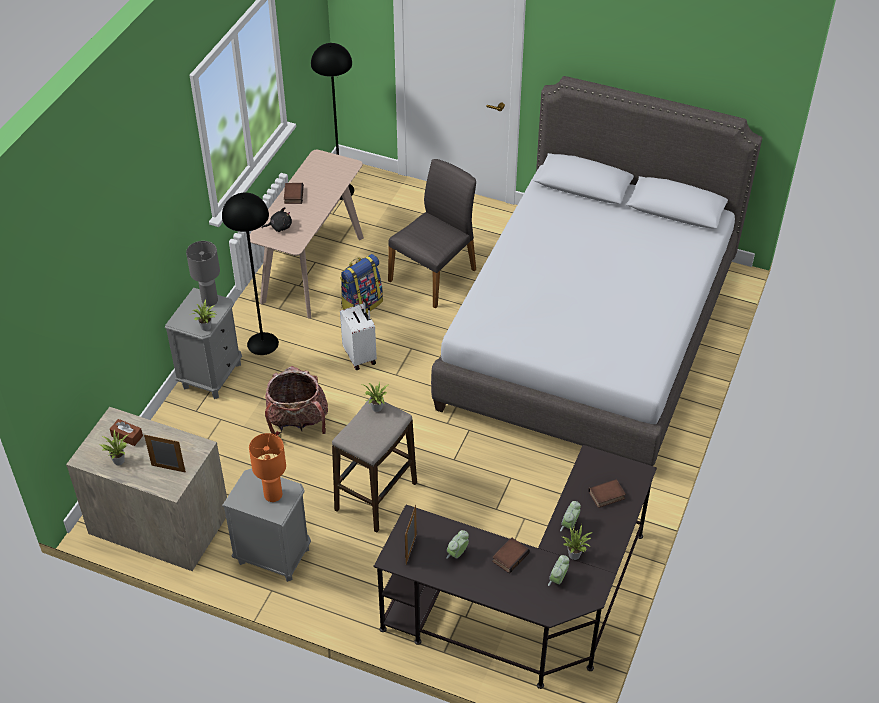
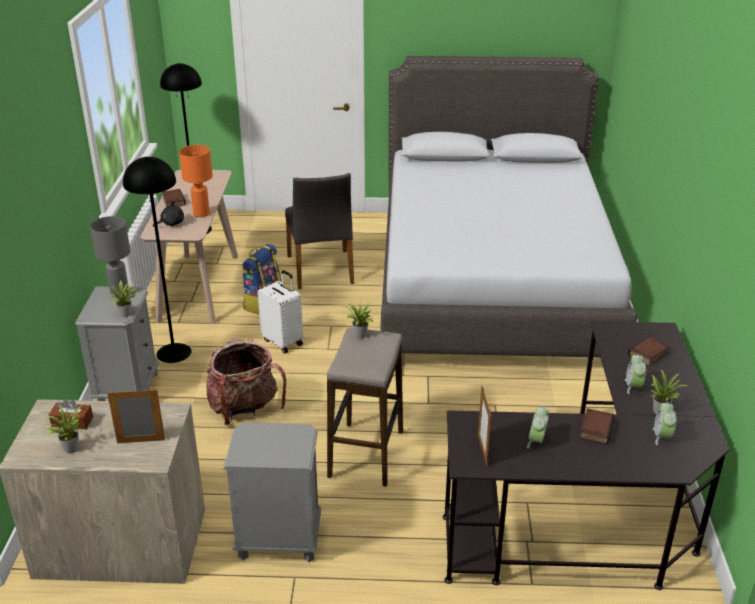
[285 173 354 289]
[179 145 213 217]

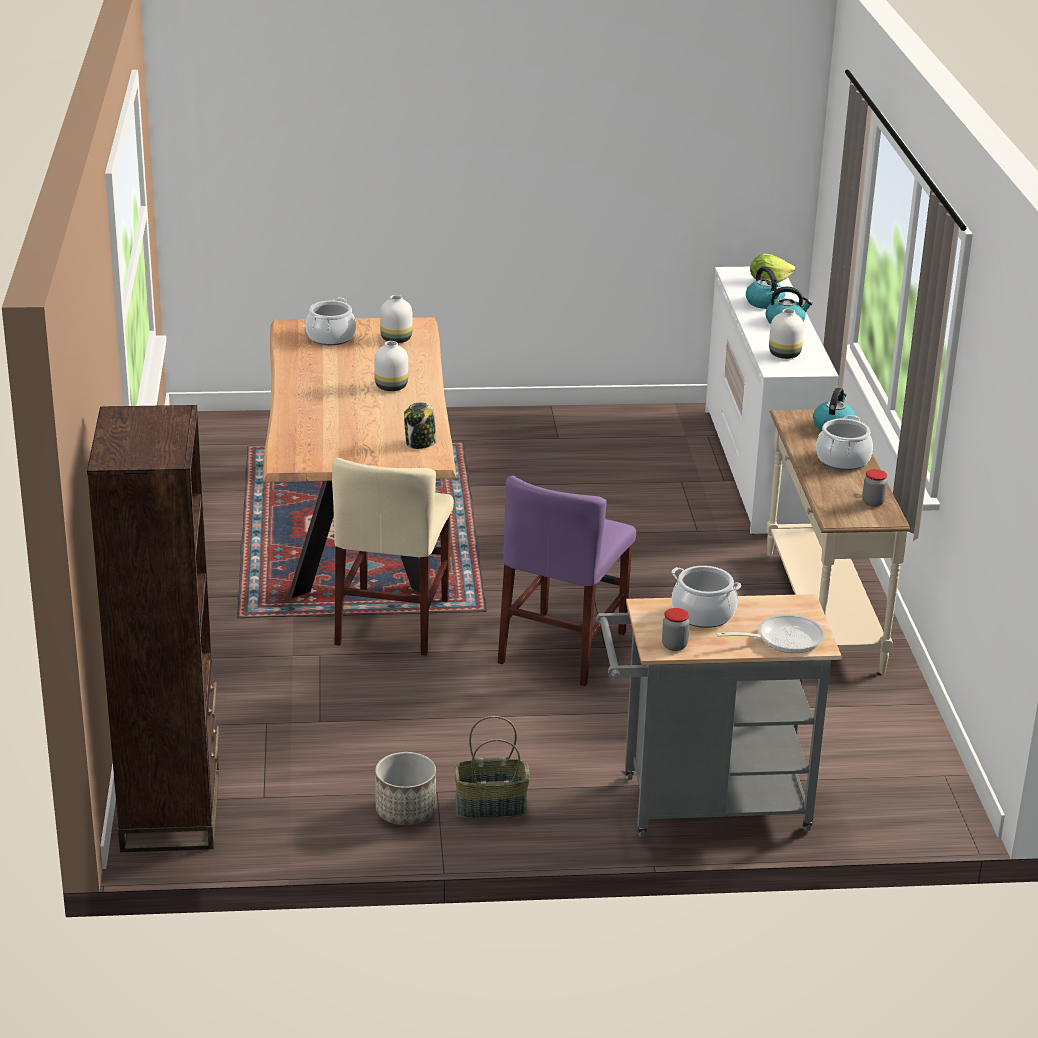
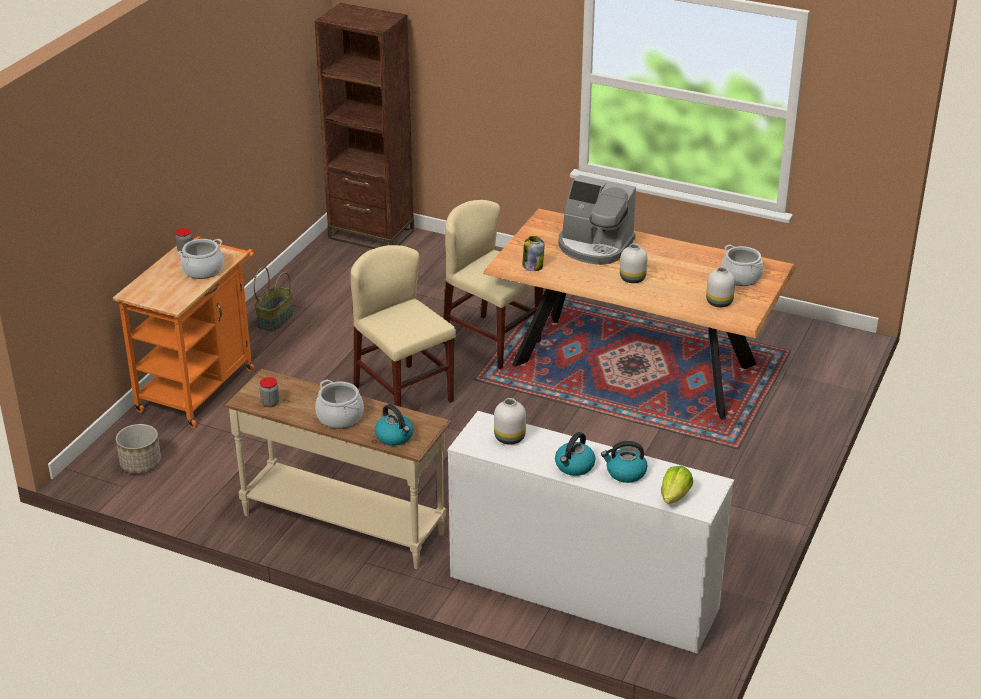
[351 245 456 407]
[113 236 254 428]
[716 614 825 653] (first image)
[116 424 161 474]
[558 175 636 265]

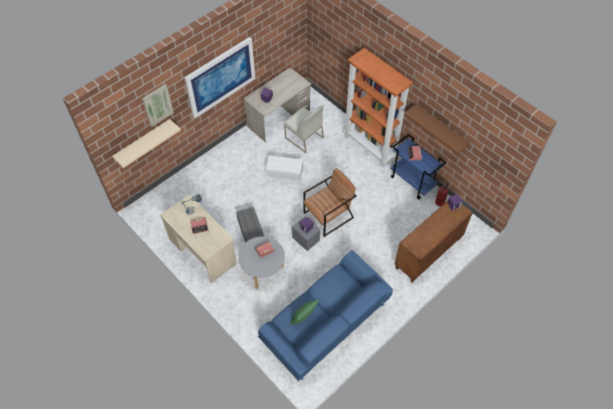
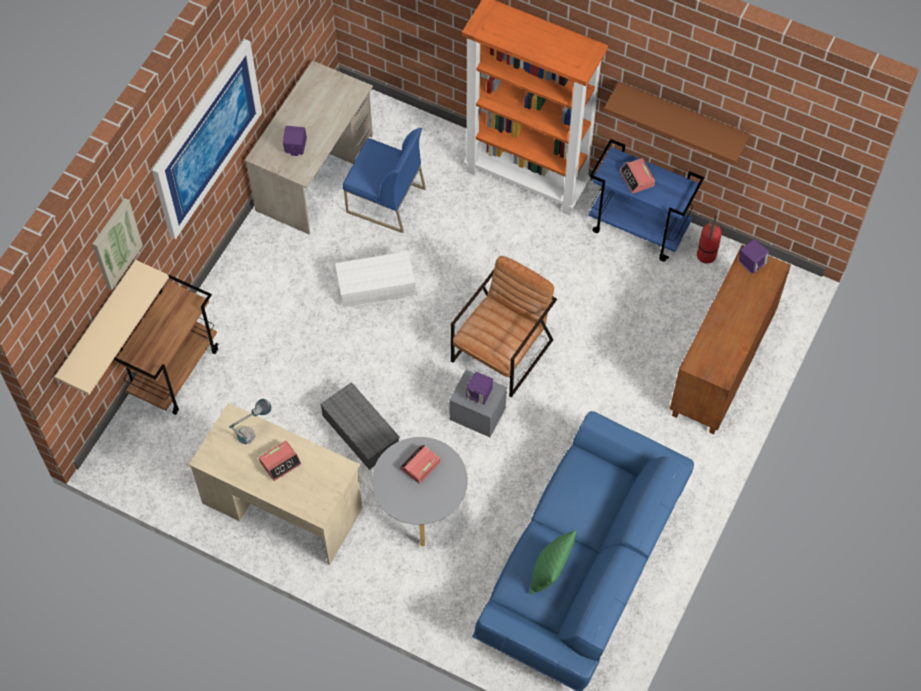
[343 128 426 233]
[113 274 218 415]

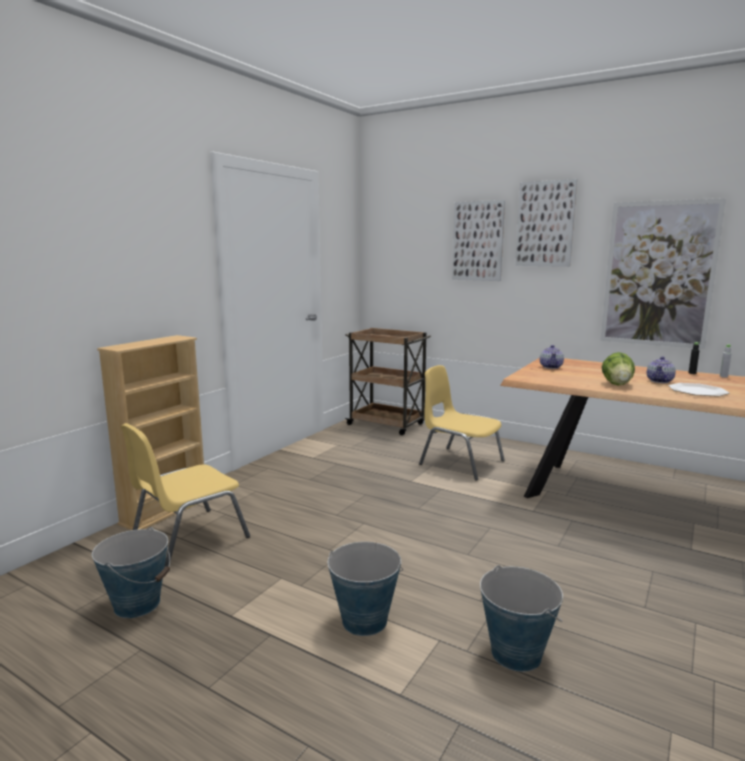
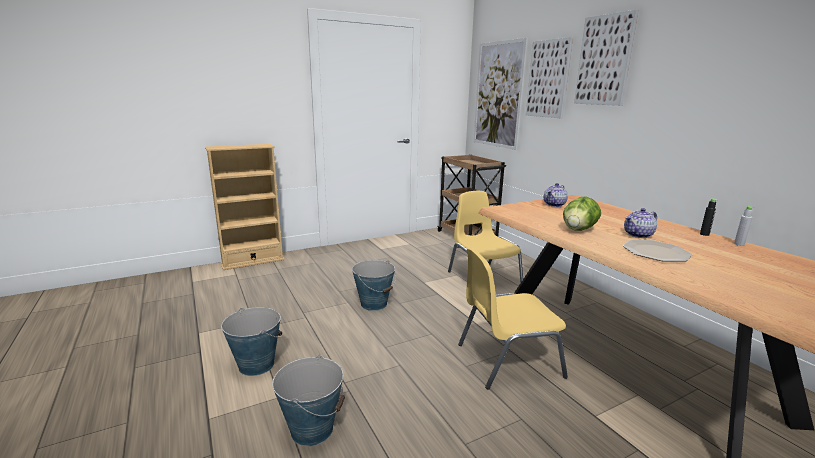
[474 38 528 150]
[458 247 568 390]
[352 260 396 311]

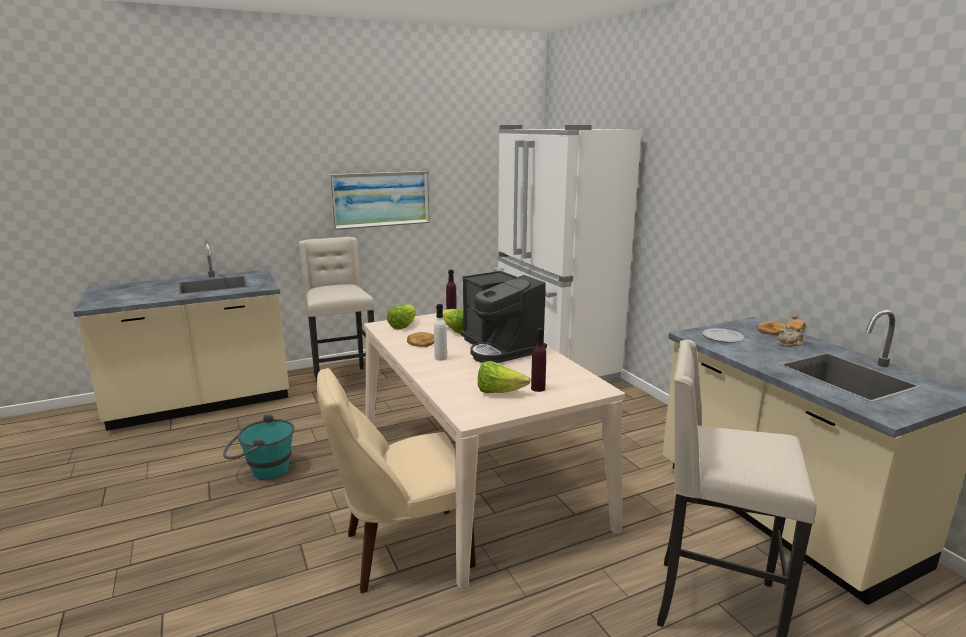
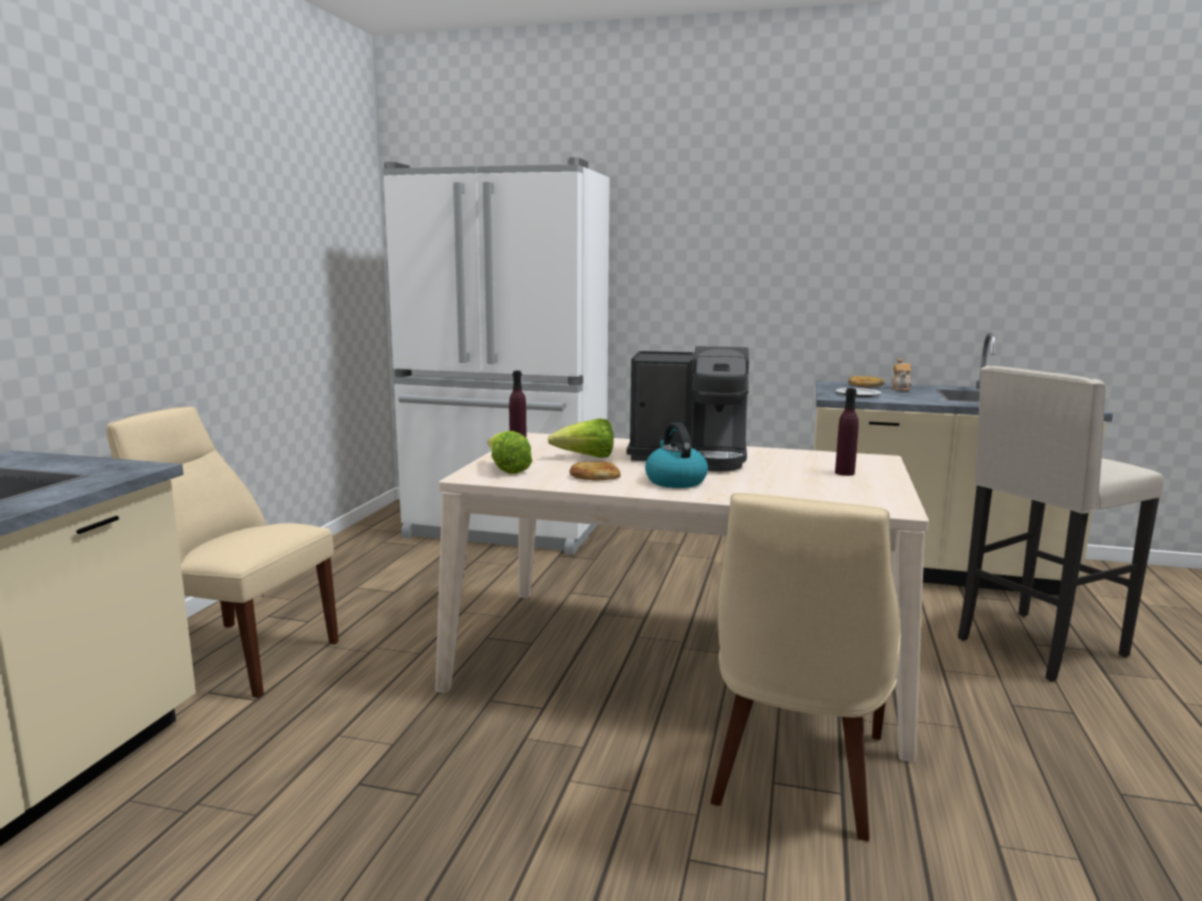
[329 171 430 230] (first image)
[106 406 339 698]
[645 423 708 488]
[478 361 531 393] (first image)
[223 414 294 480] (first image)

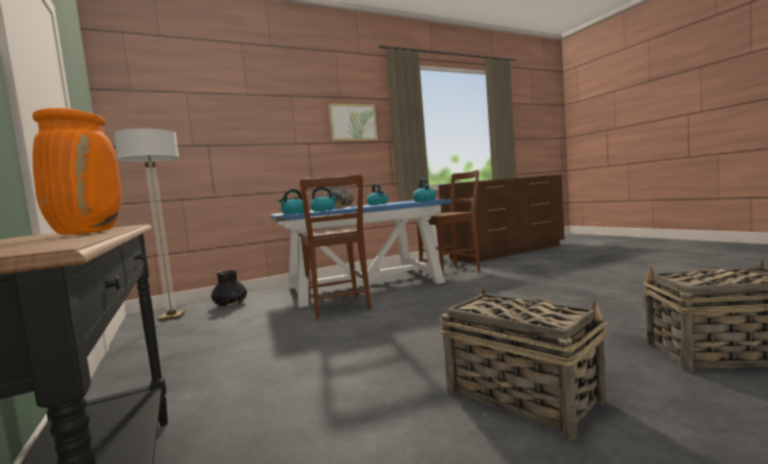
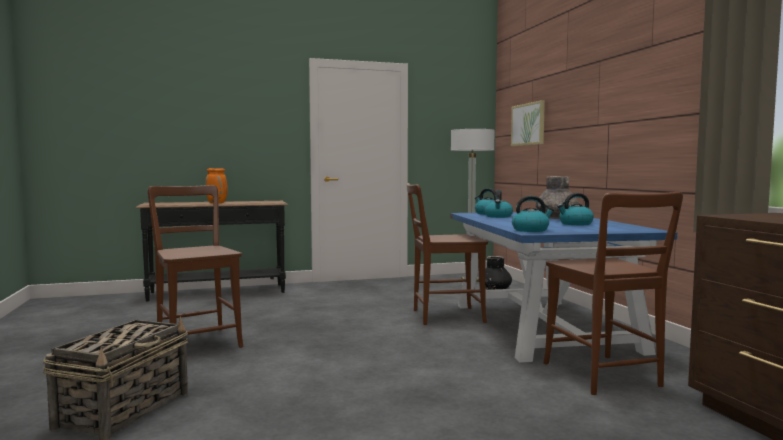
[511 100 545 146]
[148 185 244 348]

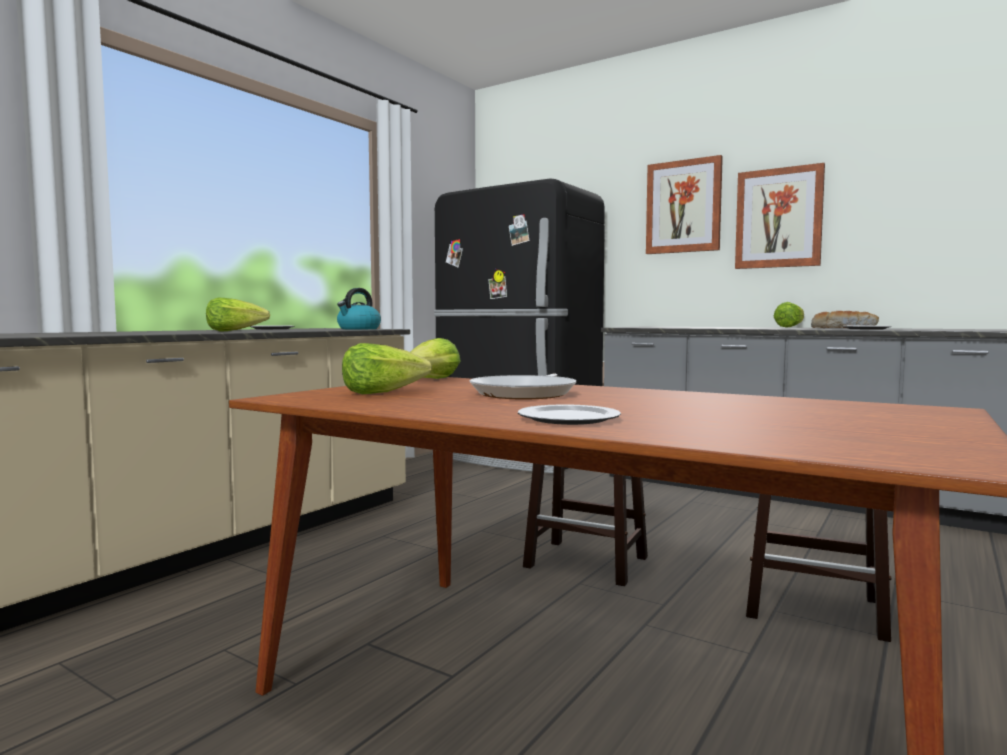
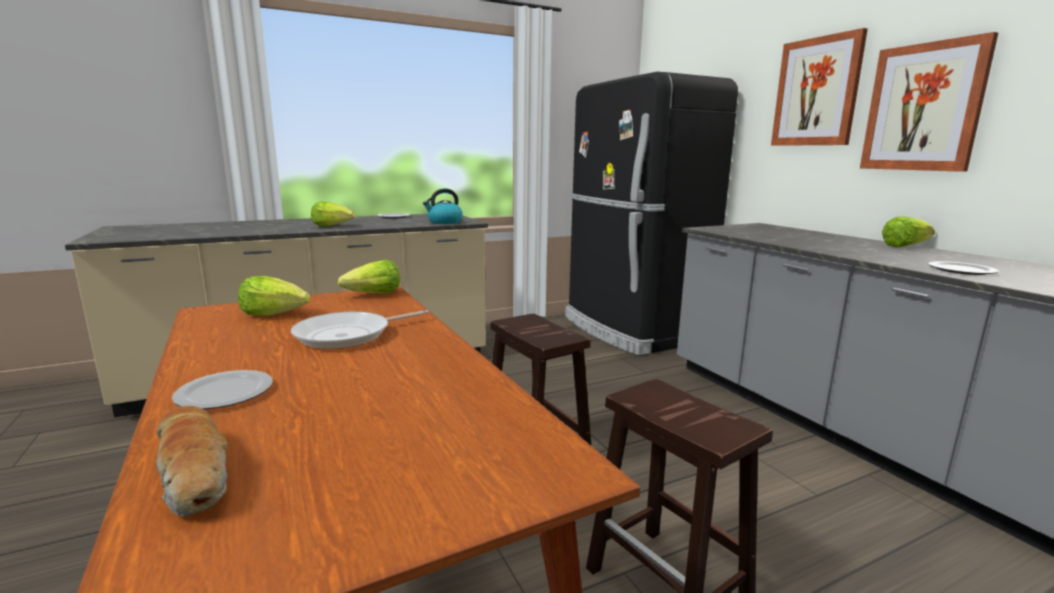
[156 406 227 517]

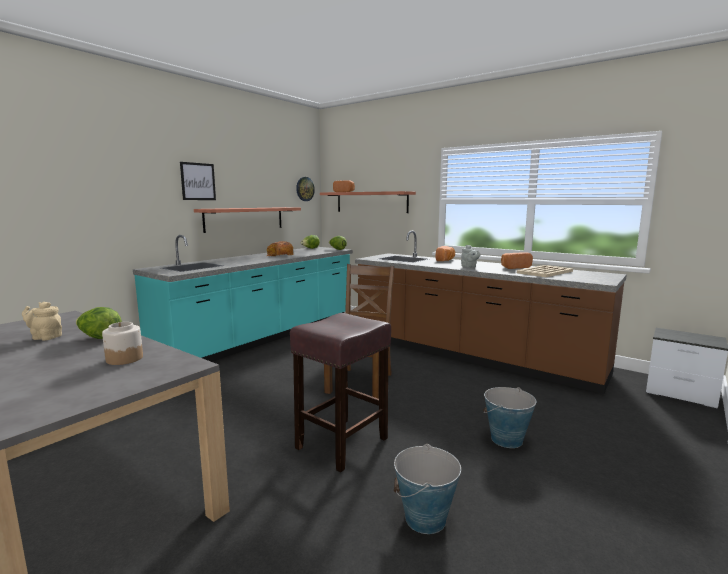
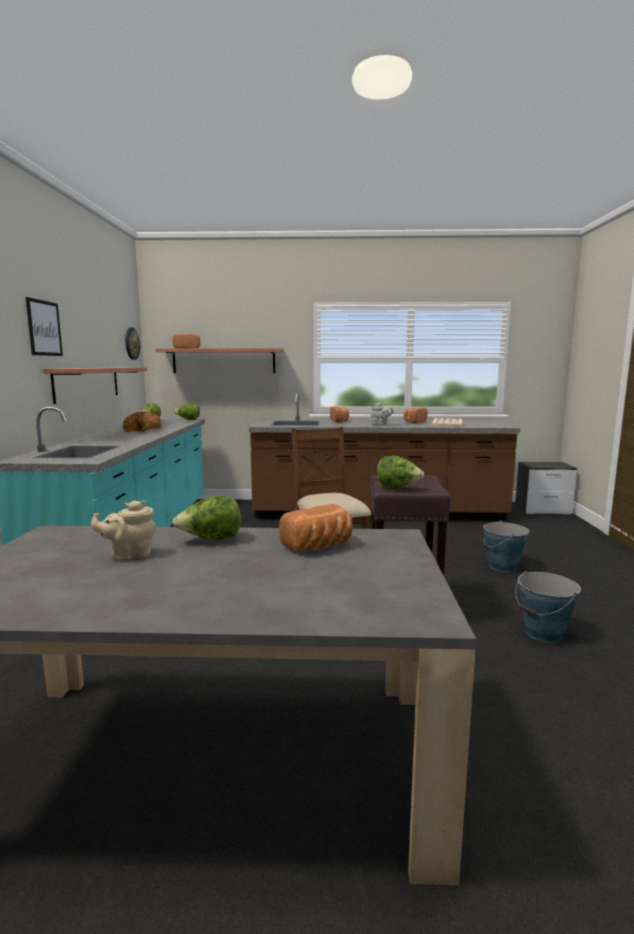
[279 504 353 552]
[377 456 424 488]

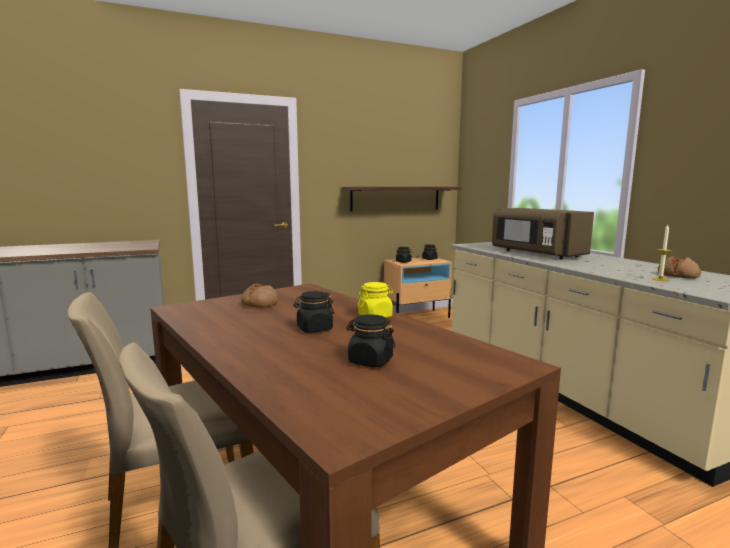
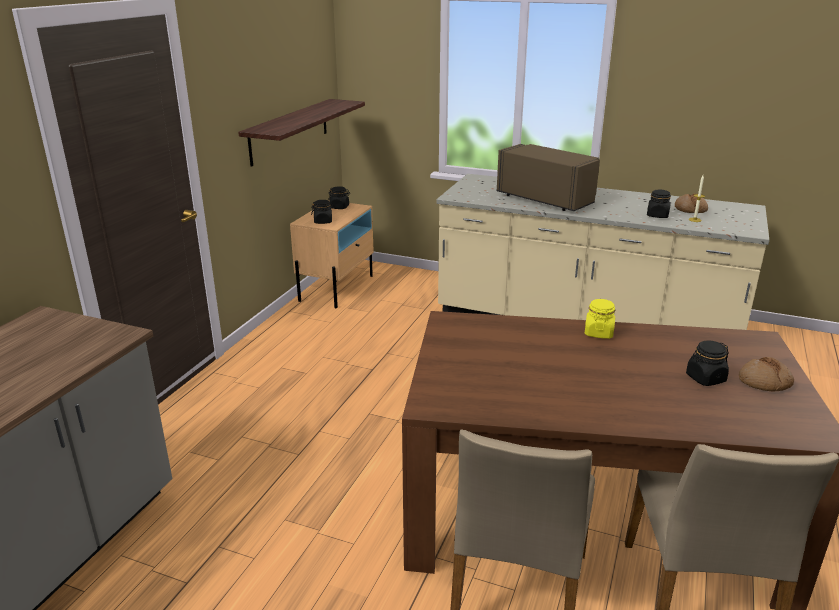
[497 144 600 211]
[739 357 794 391]
[647 189 671 218]

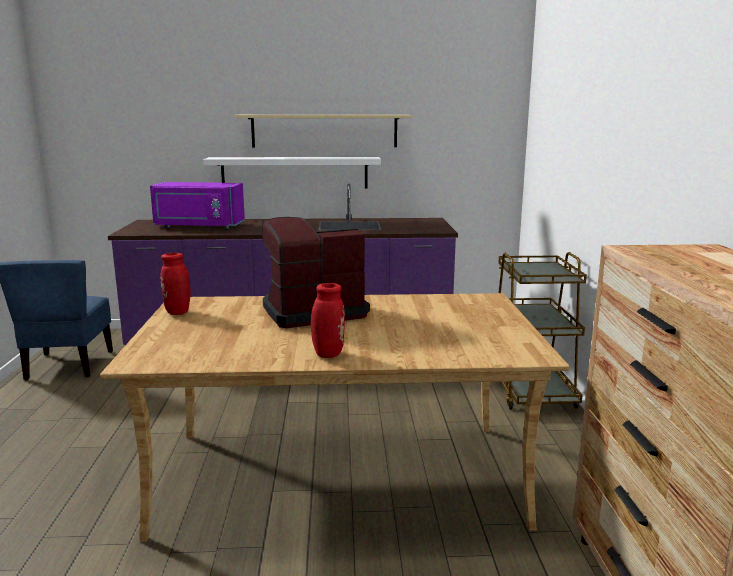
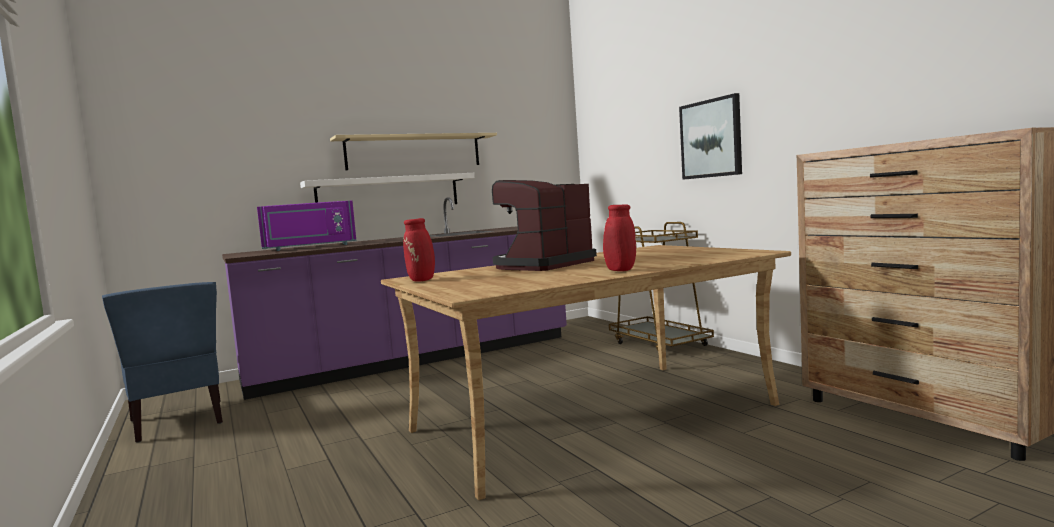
[679 93 742 180]

